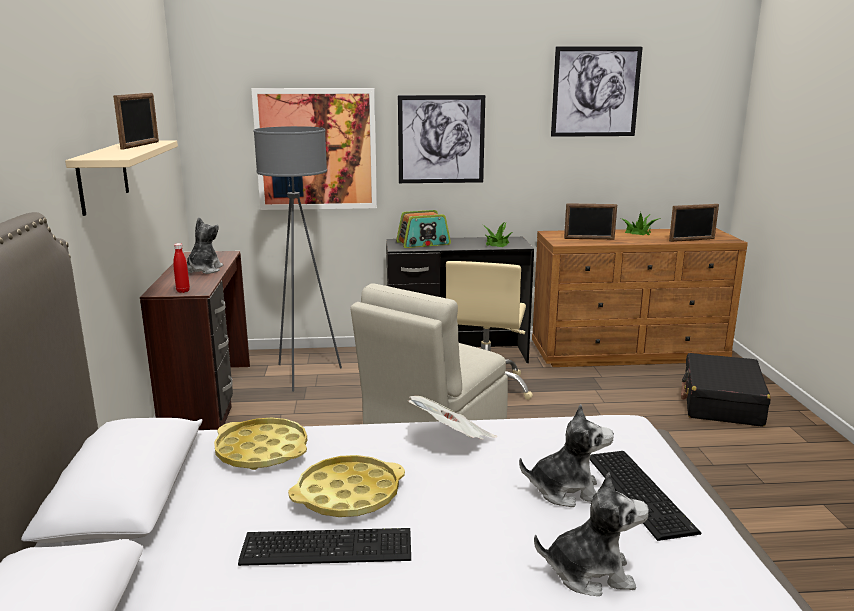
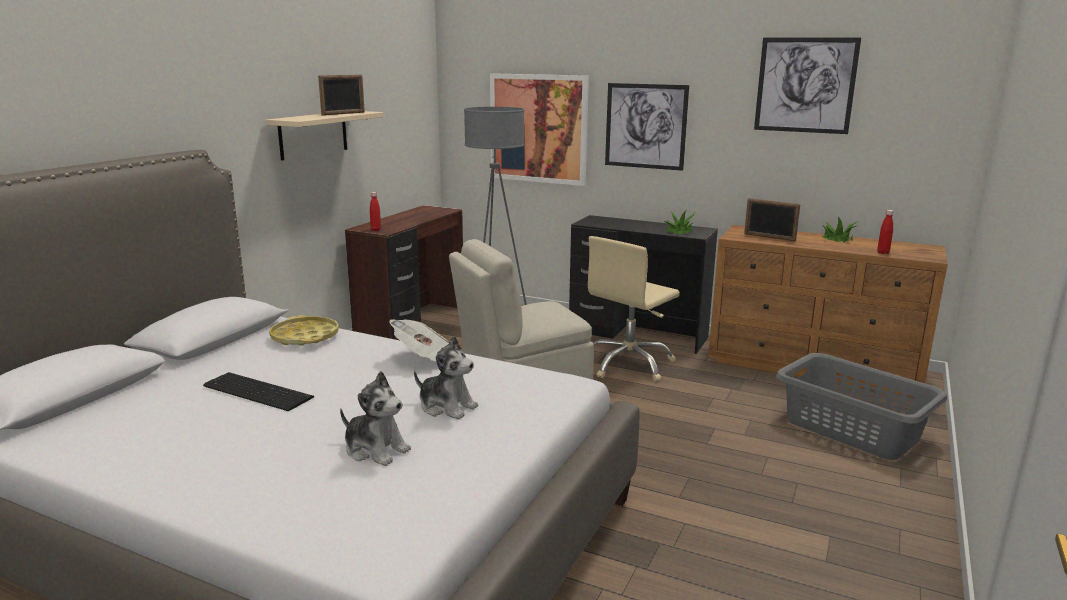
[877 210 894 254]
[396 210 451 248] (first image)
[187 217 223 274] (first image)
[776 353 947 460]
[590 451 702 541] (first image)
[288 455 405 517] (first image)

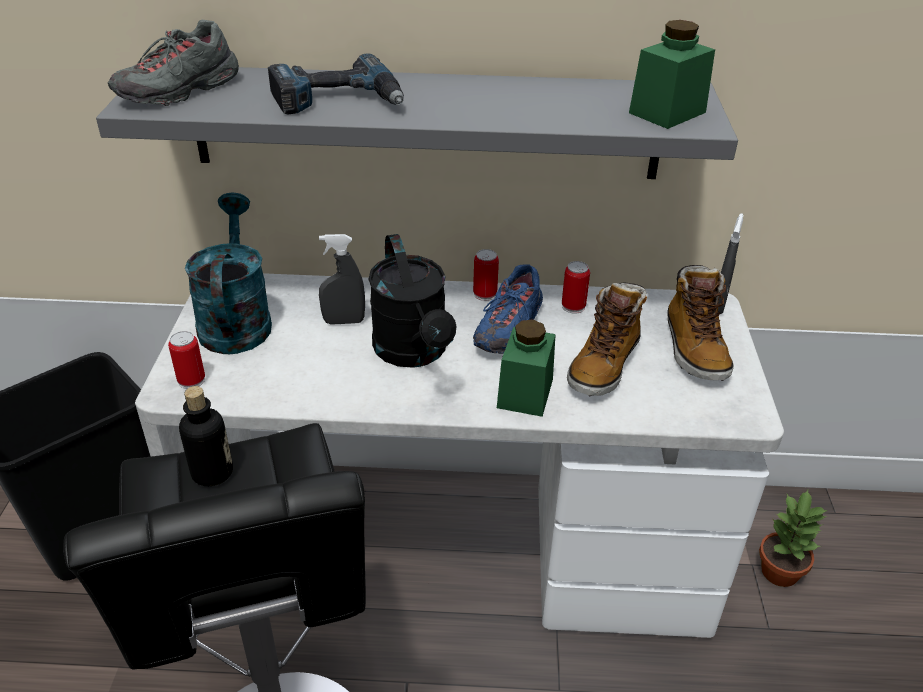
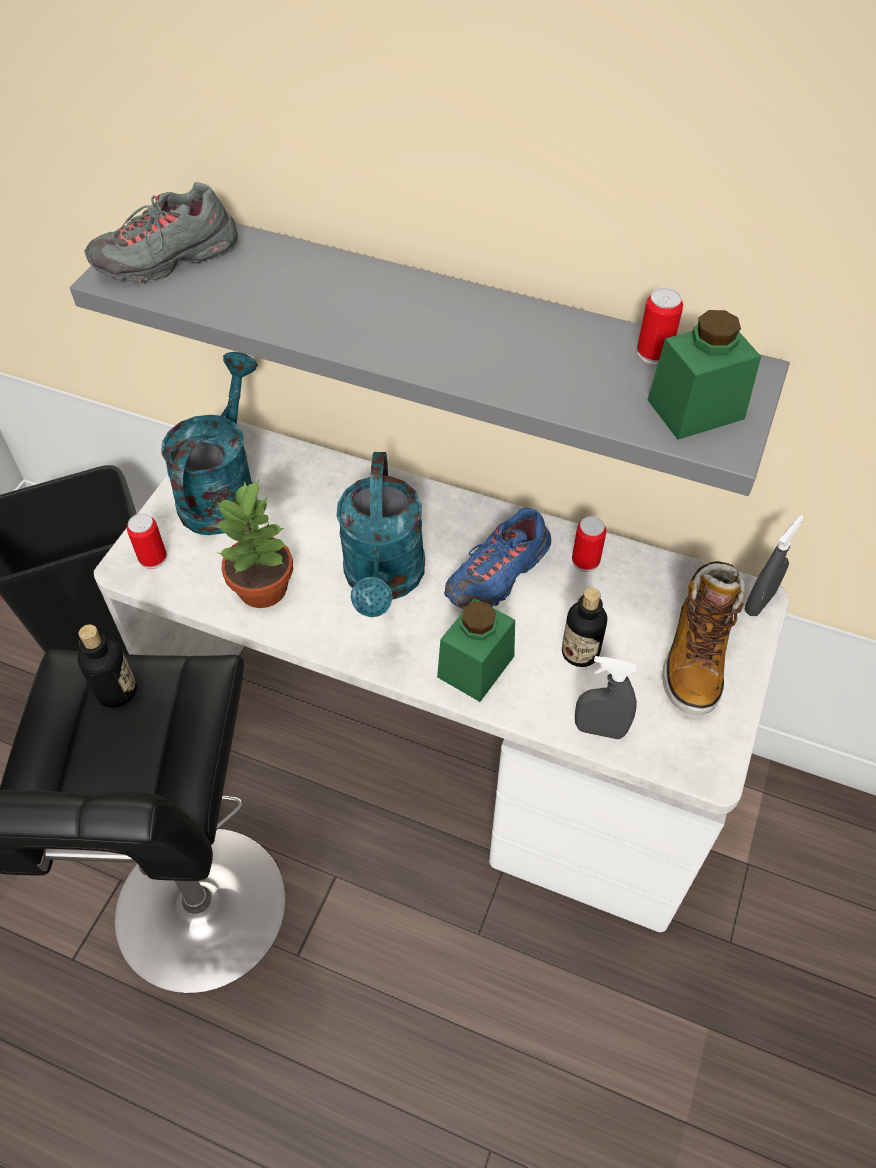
[268 53 404 114] (first image)
[575 656 637 739]
[337 452 425 617]
[637 288 683 365]
[562 587 607 667]
[216 480 293 608]

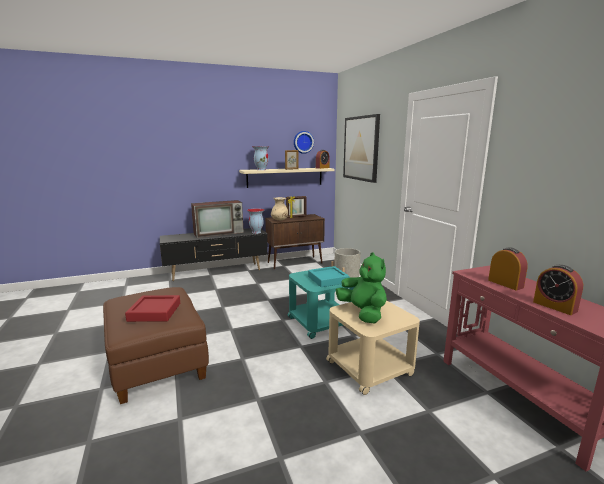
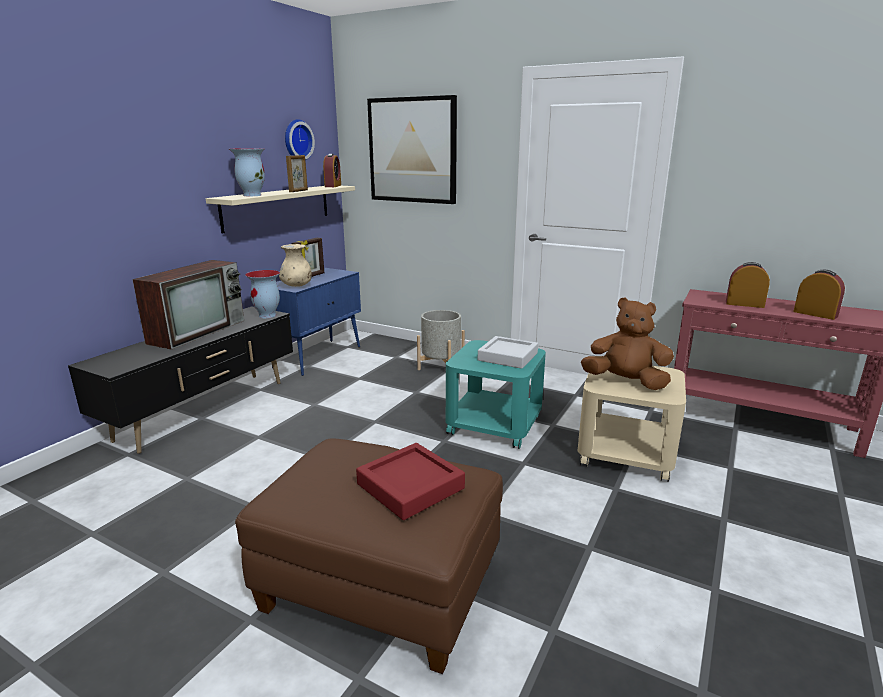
[272 268 361 376]
[581 297 674 390]
[793 270 845 320]
[478 336 538 369]

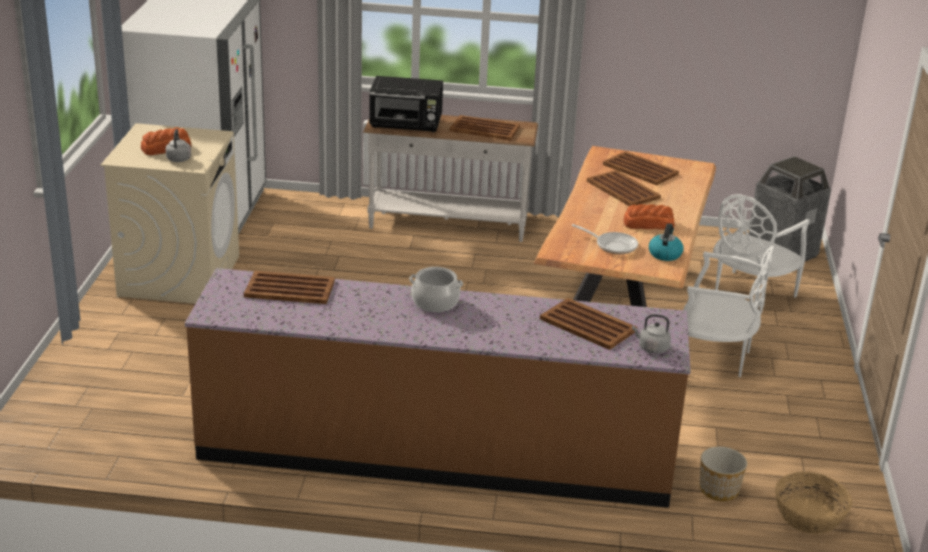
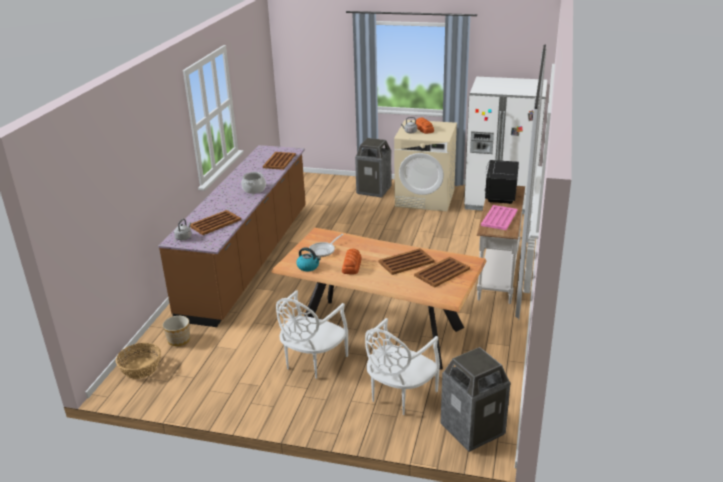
[481 205 517 230]
[365 318 440 415]
[355 138 391 197]

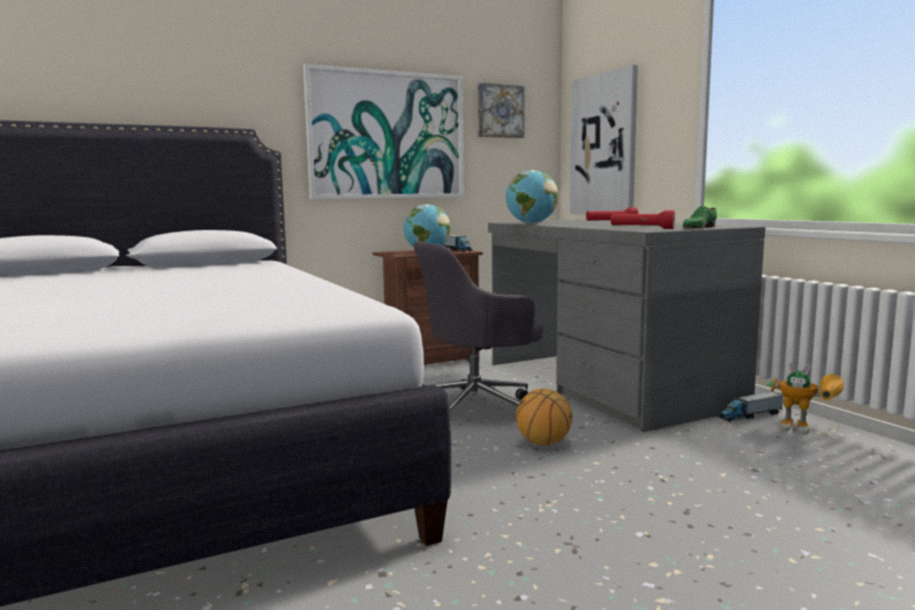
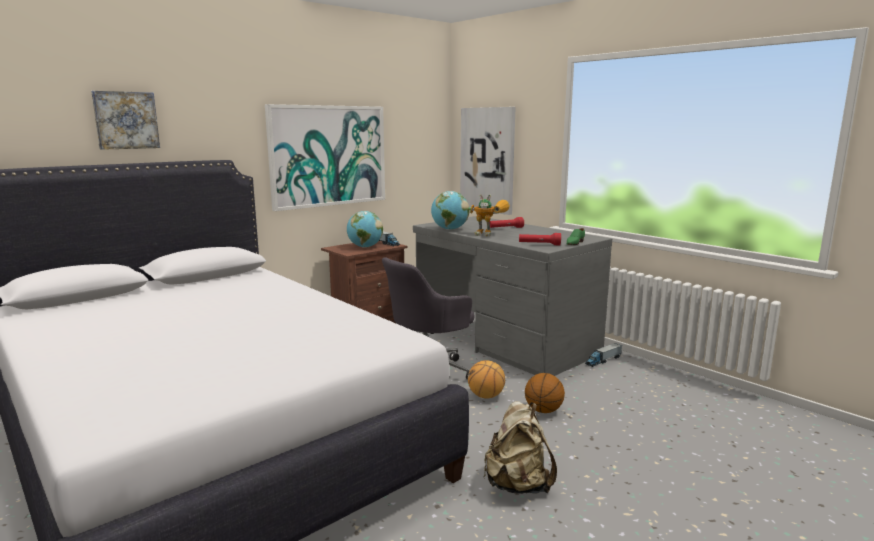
[91 91 160 150]
[468 194 510 237]
[525 373 565 413]
[484 401 557 494]

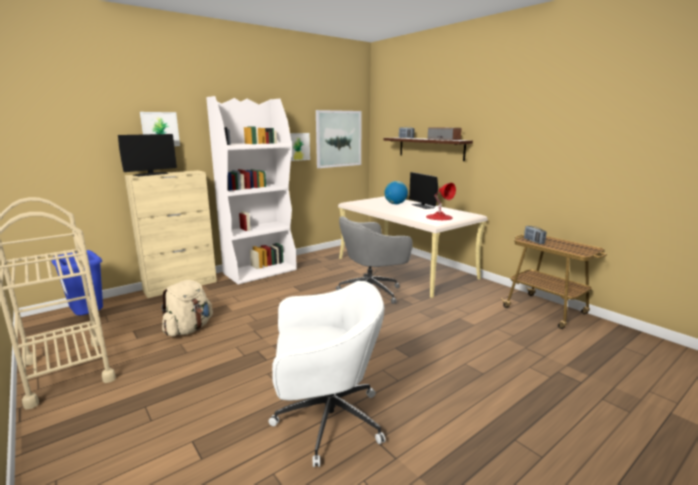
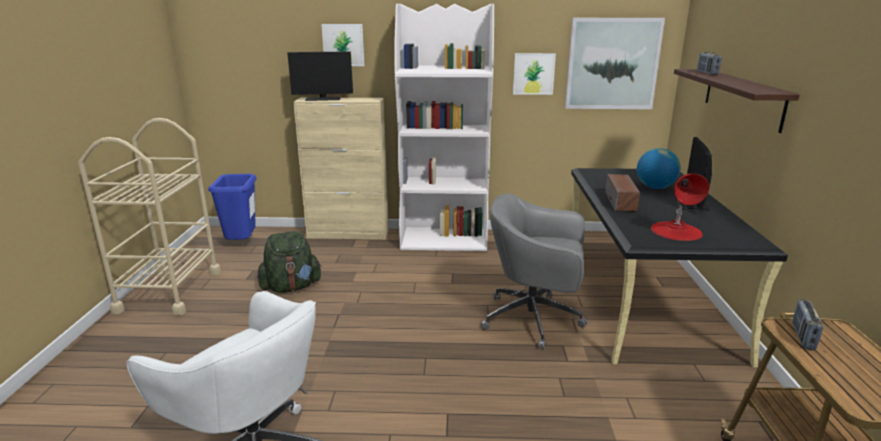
[605 174 640 212]
[571 168 788 367]
[257 231 322 293]

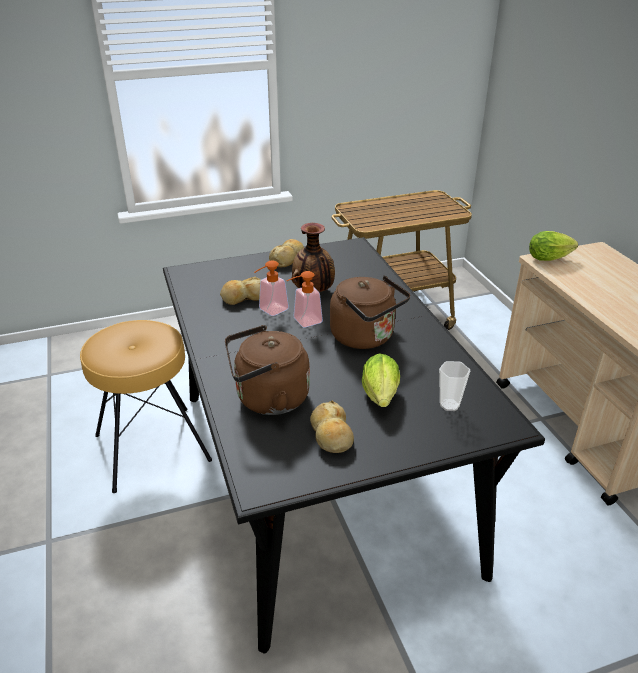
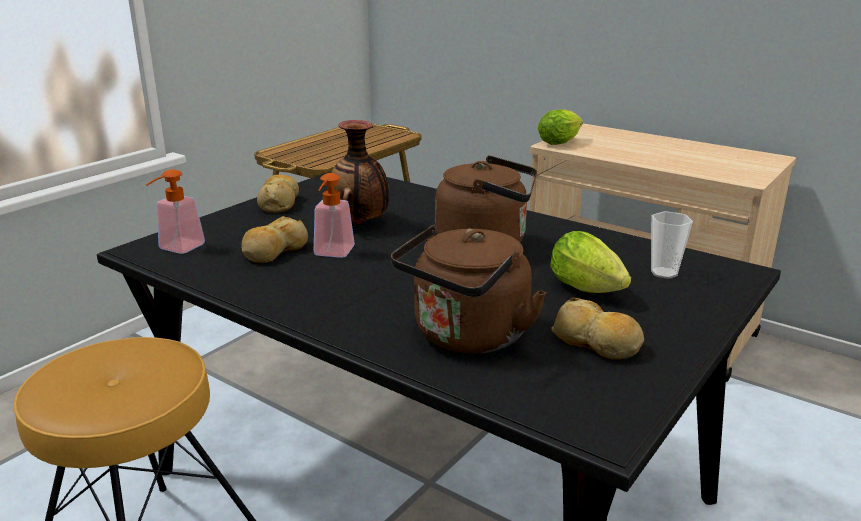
[146 169 205 254]

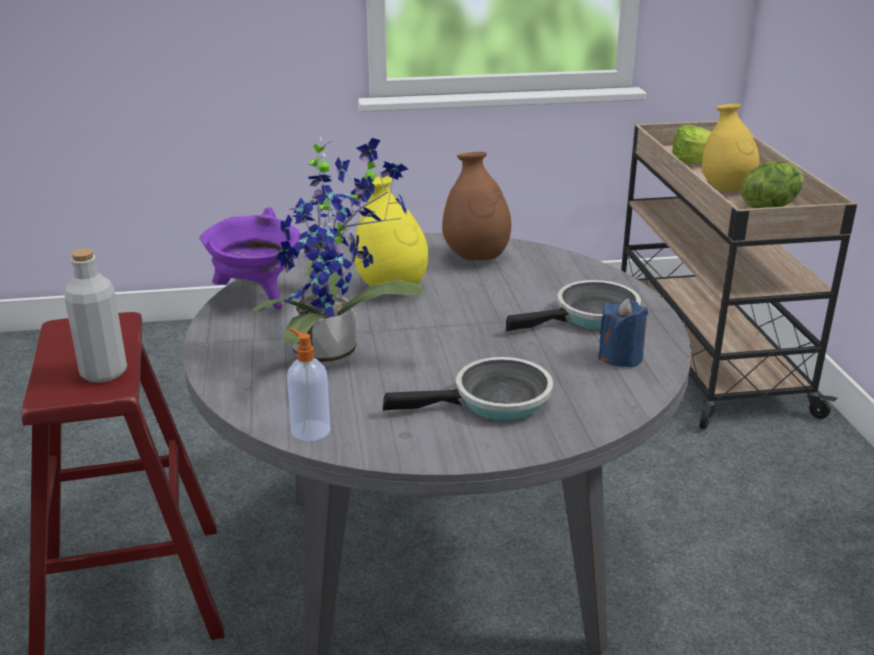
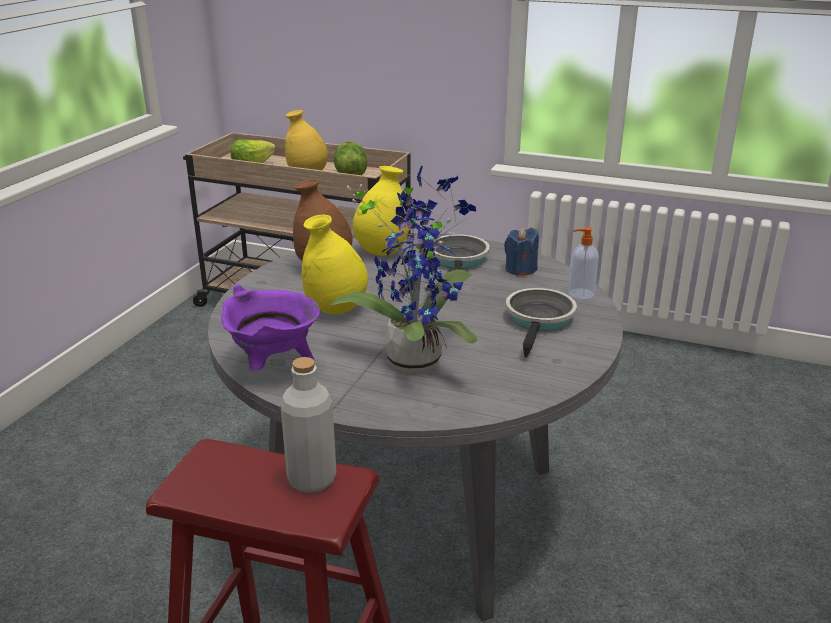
[569 227 599 300]
[353 166 409 256]

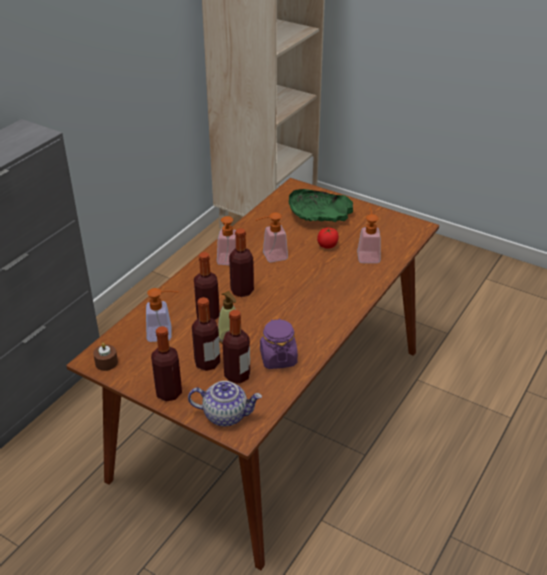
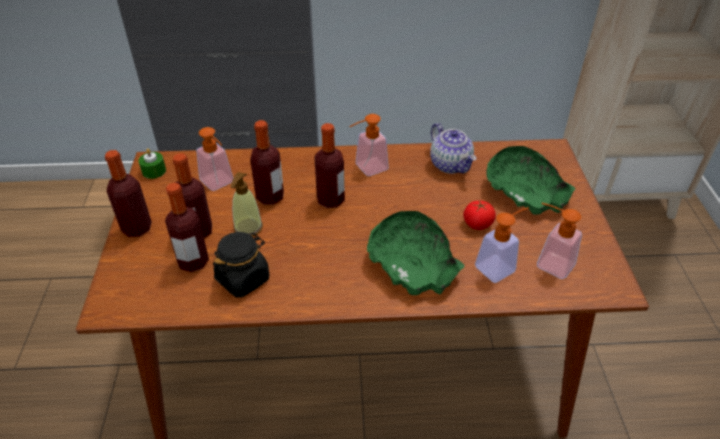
[537 203 582 279]
[213 232 269 297]
[139 148 166 179]
[430 123 476 174]
[367 211 464 295]

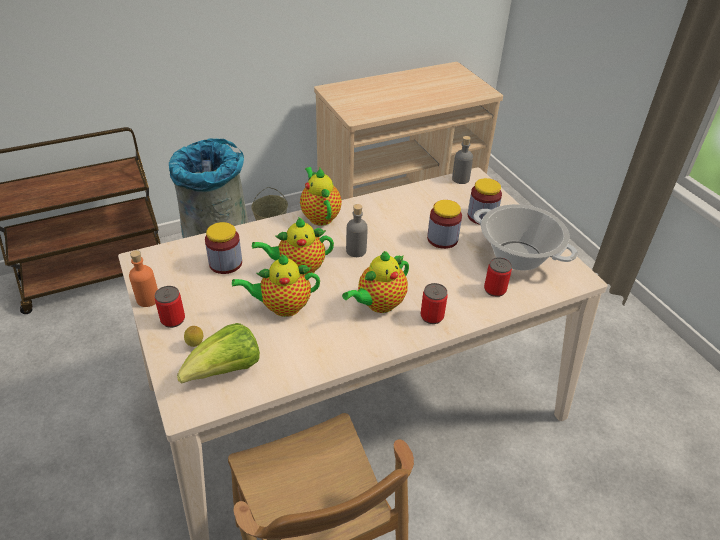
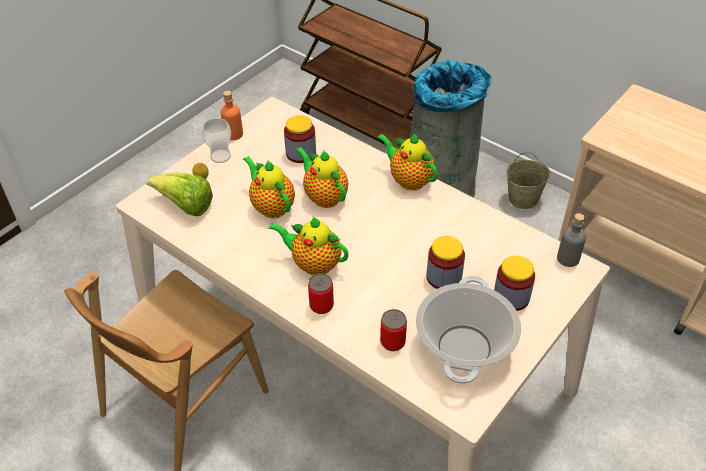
[377 133 438 191]
[346 204 368 257] (first image)
[202 118 231 163]

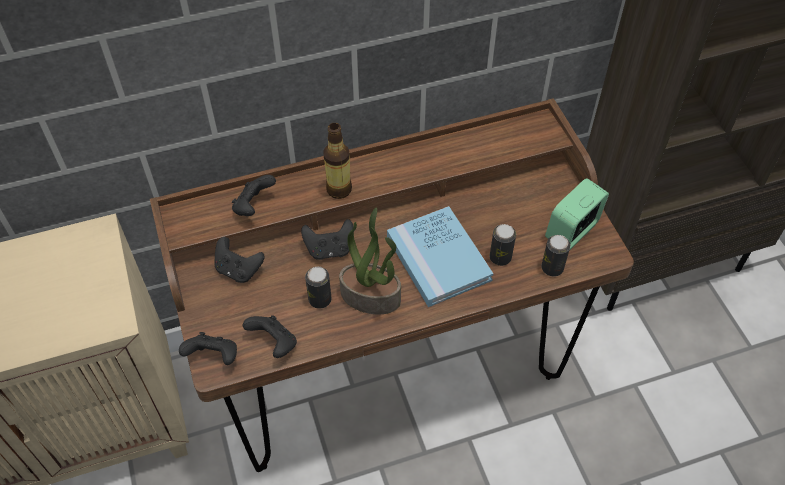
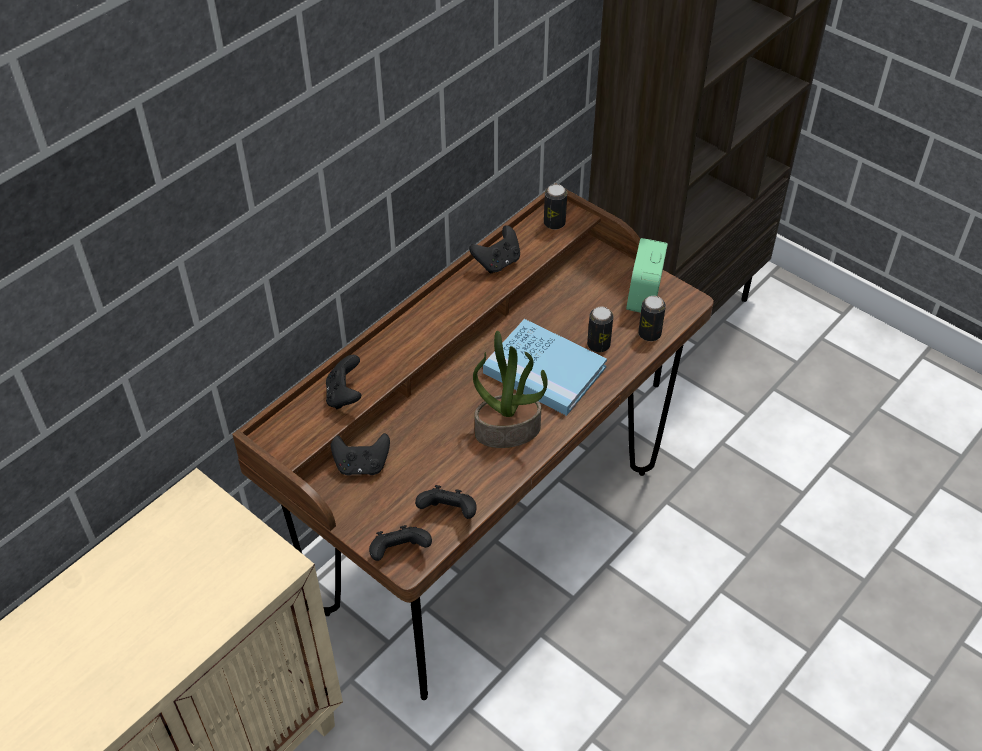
[323 123 352 199] (first image)
[469 225 520 274]
[544 184 567 230]

